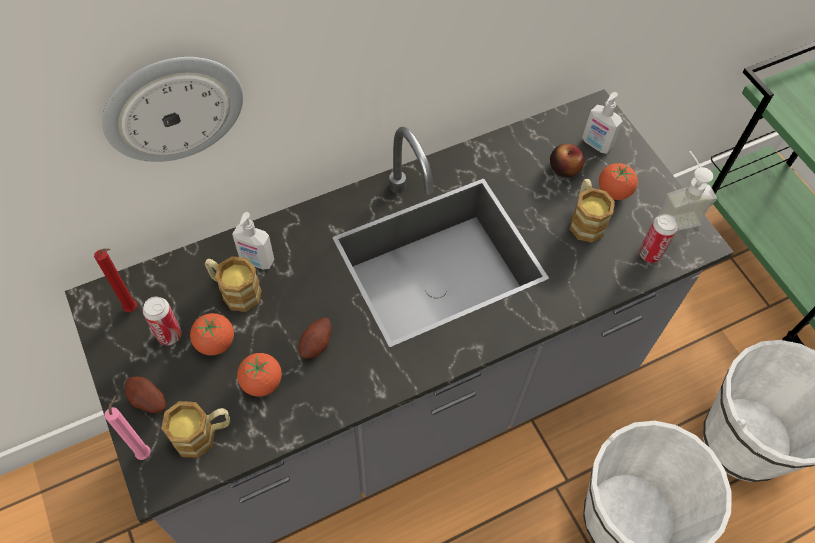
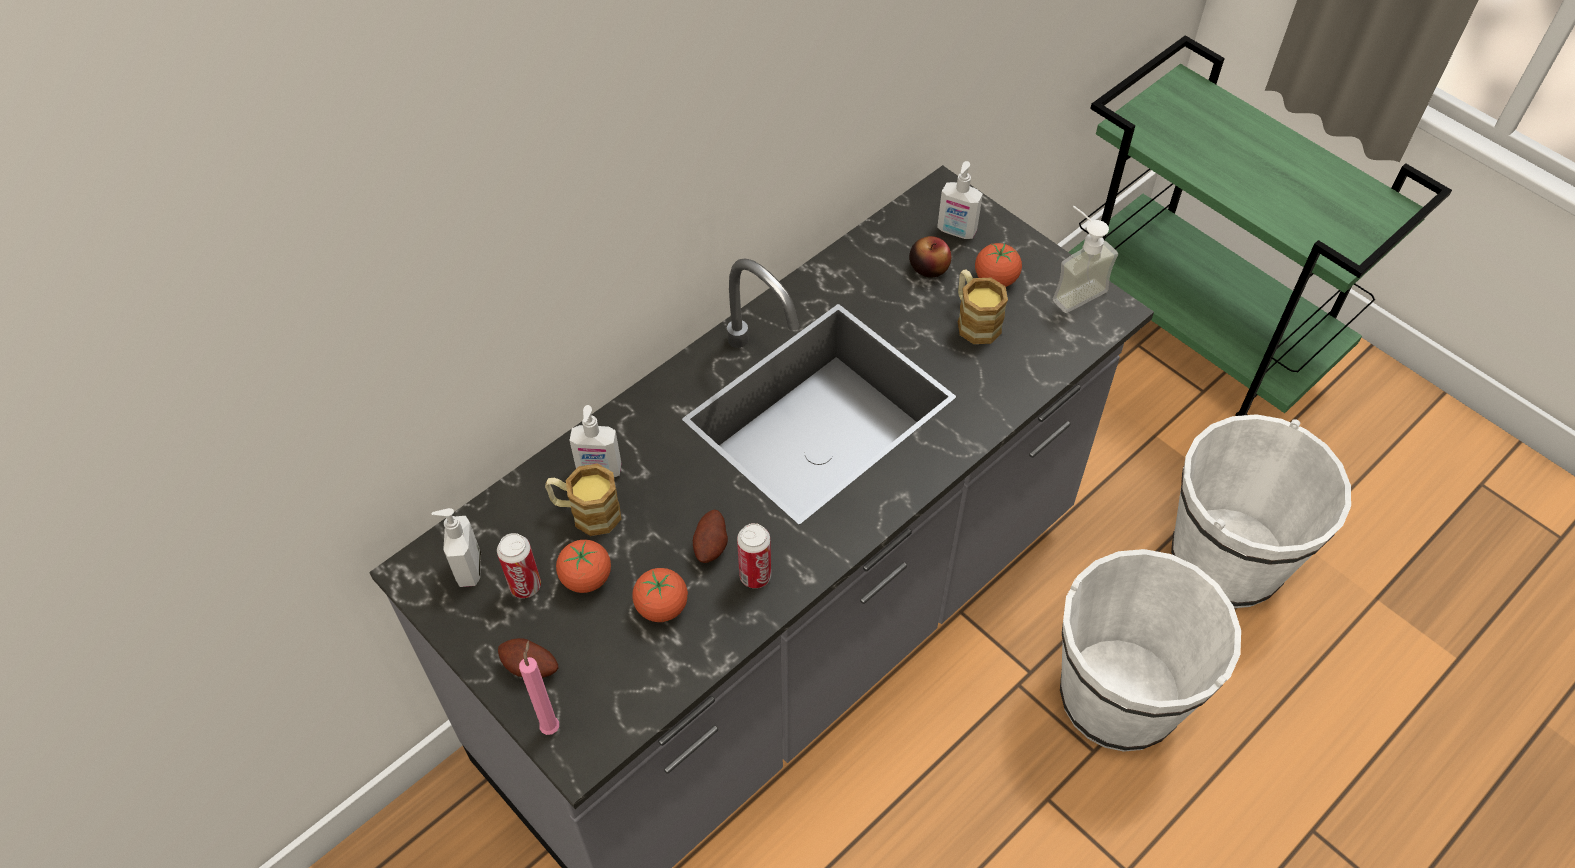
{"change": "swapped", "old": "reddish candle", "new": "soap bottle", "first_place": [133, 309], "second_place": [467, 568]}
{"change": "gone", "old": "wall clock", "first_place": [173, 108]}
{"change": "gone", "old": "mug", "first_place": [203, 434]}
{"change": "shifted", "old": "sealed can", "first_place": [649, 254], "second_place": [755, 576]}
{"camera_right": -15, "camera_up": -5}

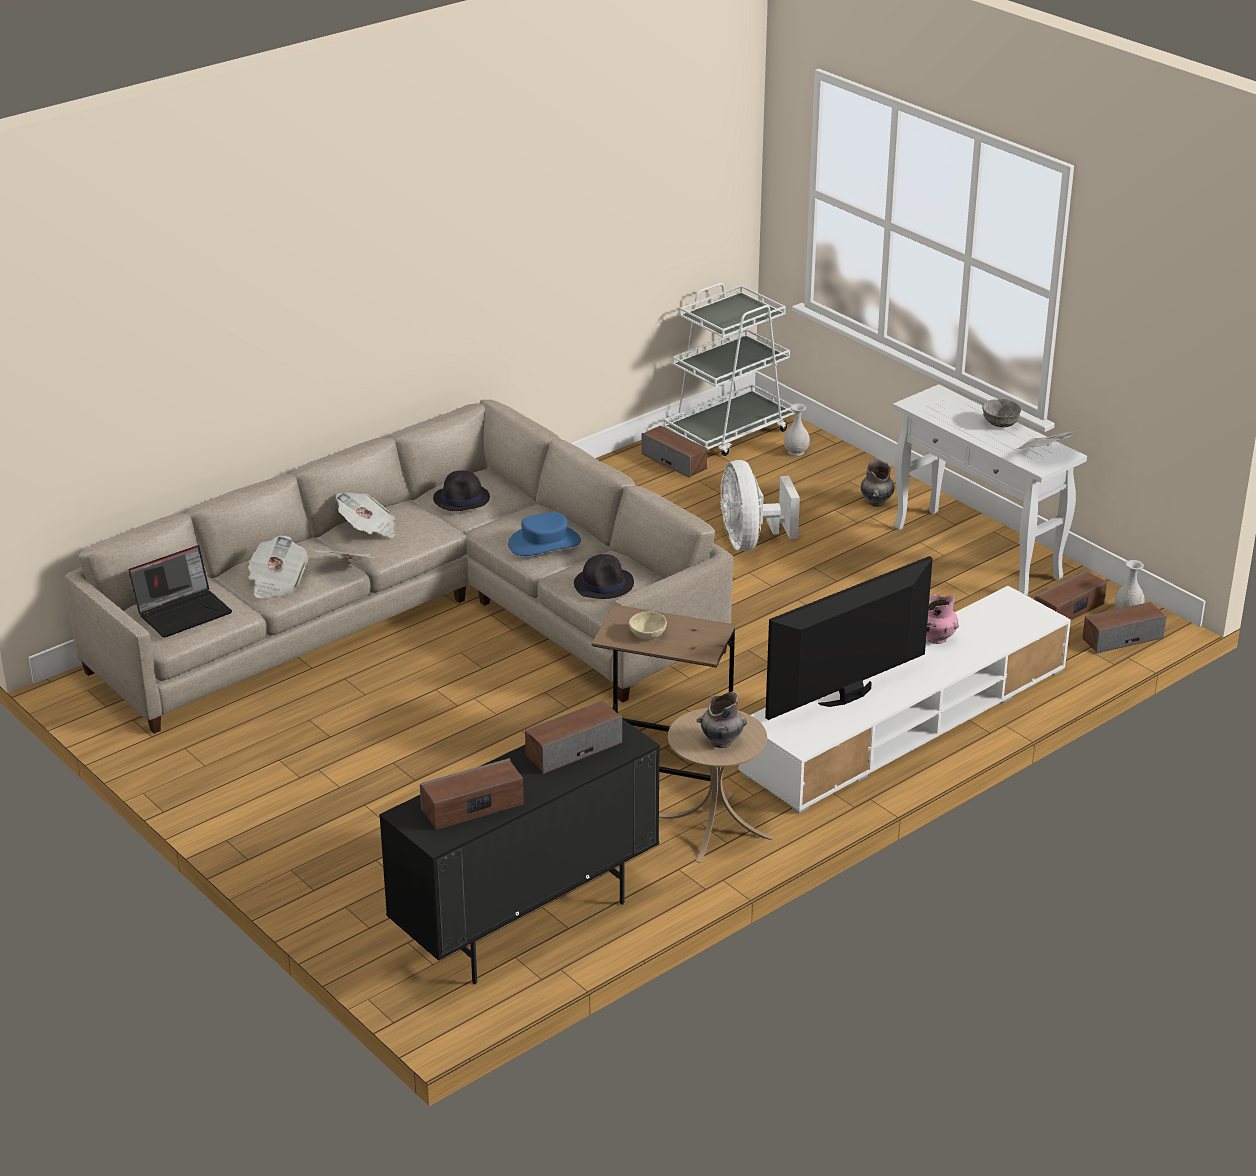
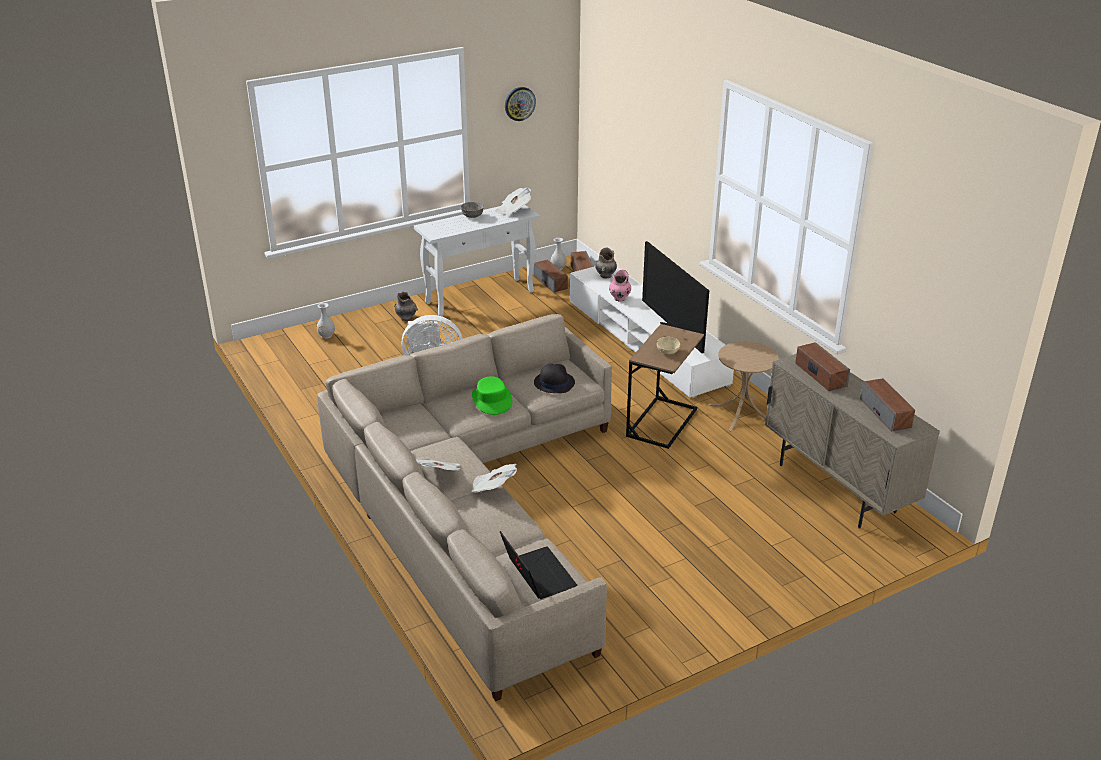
{"change": "gone", "old": "printed paper", "first_place": [277, 583]}
{"change": "repainted", "old": "blackish cupboard", "new": "sand-coloured cupboard", "first_place": [526, 924], "second_place": [836, 488]}
{"change": "gone", "old": "blackish clothing hat", "first_place": [462, 499]}
{"change": "repainted", "old": "blue clothing hat", "new": "green clothing hat", "first_place": [544, 543], "second_place": [491, 400]}
{"change": "gone", "old": "loudspeaker", "first_place": [674, 461]}
{"change": "gone", "old": "white-coloured wheeled cart", "first_place": [729, 432]}
{"change": "shifted", "old": "greyish vase", "first_place": [721, 741], "second_place": [605, 276]}
{"change": "new", "new": "wall clock", "second_place": [519, 103]}
{"camera_right": -80, "camera_up": 0}

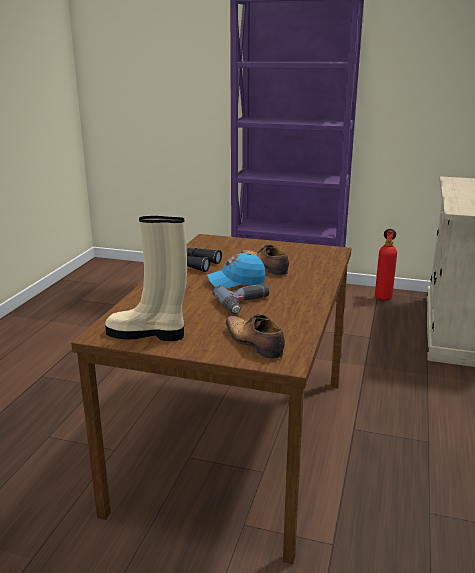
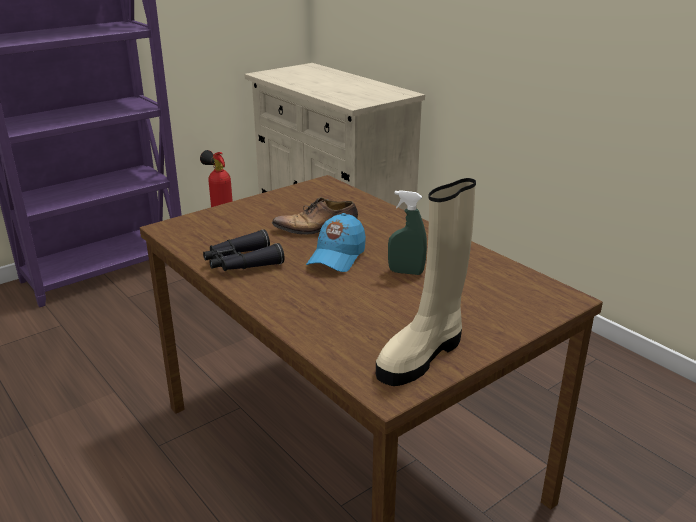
{"change": "swapped", "old": "electric drill", "new": "green sprayer", "first_place": [246, 304], "second_place": [406, 272]}
{"change": "gone", "old": "item of footwear", "first_place": [253, 343]}
{"camera_right": -55, "camera_up": 5}

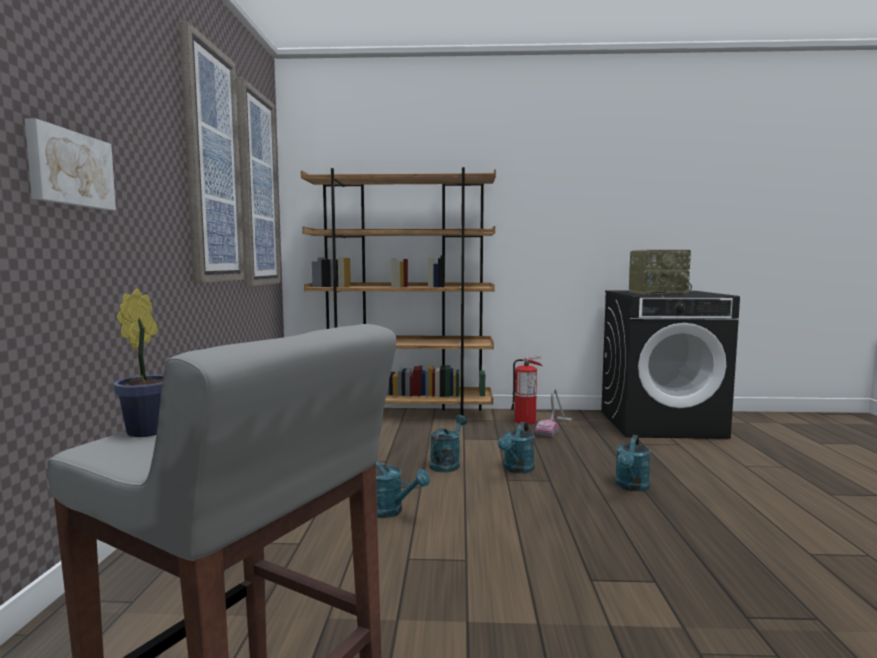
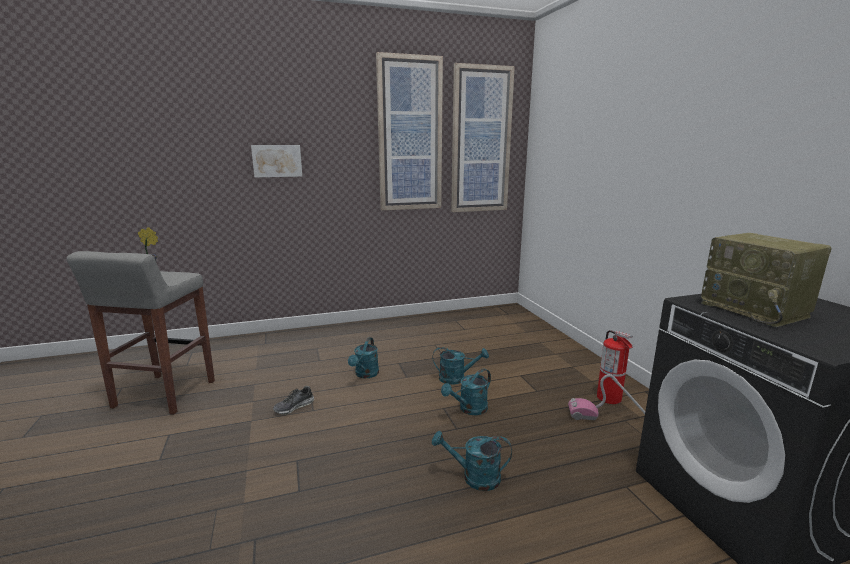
{"change": "gone", "old": "brownish bookshelf", "first_place": [402, 415]}
{"change": "rotated", "old": "turquoise sprinkling can", "first_place": [517, 469], "second_place": [469, 409], "degrees": -45}
{"change": "new", "new": "item of footwear", "second_place": [294, 407]}
{"camera_right": 70, "camera_up": 10}

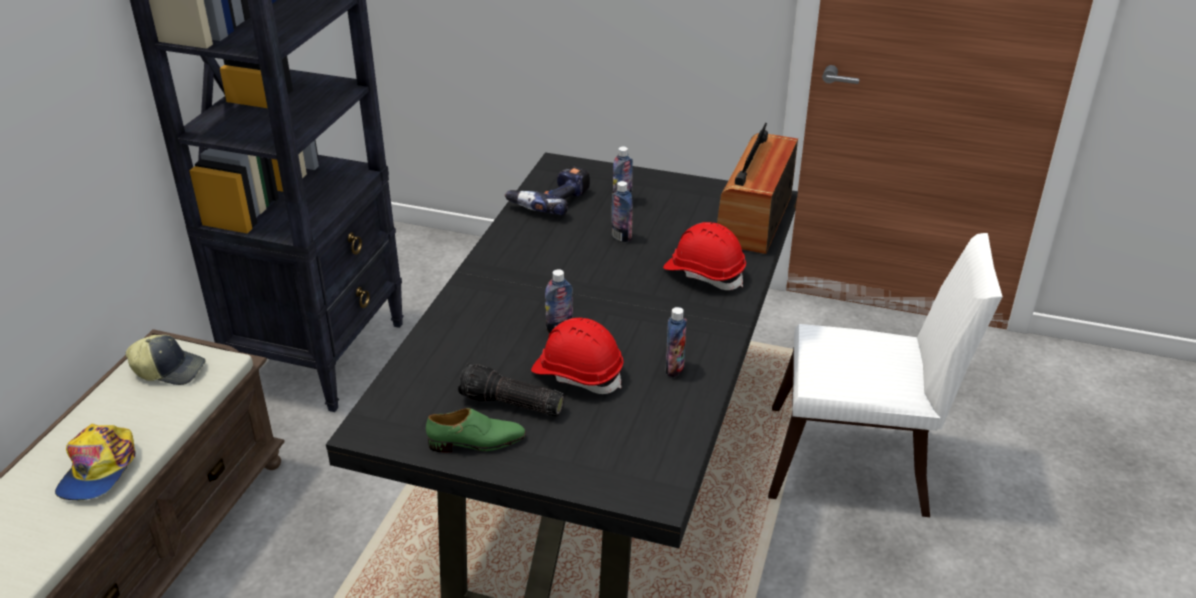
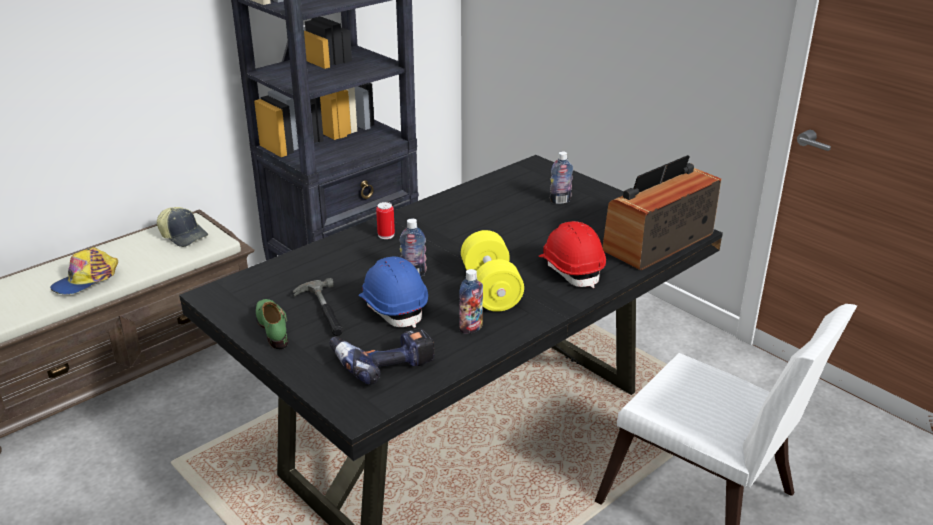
{"change": "rotated", "old": "green item of footwear", "first_place": [477, 442], "second_place": [273, 328], "degrees": -135}
{"change": "swapped", "old": "torch", "new": "tool hammer", "first_place": [510, 404], "second_place": [323, 311]}
{"change": "shifted", "old": "electric drill", "first_place": [550, 200], "second_place": [382, 361]}
{"change": "repainted", "old": "reddish hard hat", "new": "blue hard hat", "first_place": [577, 374], "second_place": [393, 307]}
{"change": "gone", "old": "beverage bottle", "first_place": [621, 237]}
{"change": "new", "new": "sealed can", "second_place": [386, 235]}
{"change": "new", "new": "yellow hand weight", "second_place": [491, 289]}
{"camera_right": 30, "camera_up": -5}

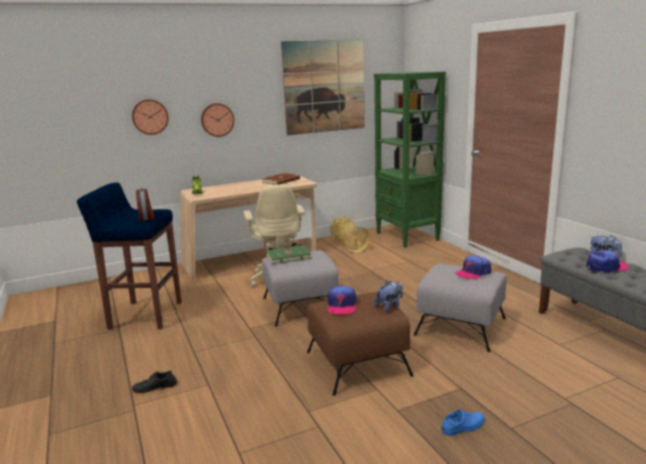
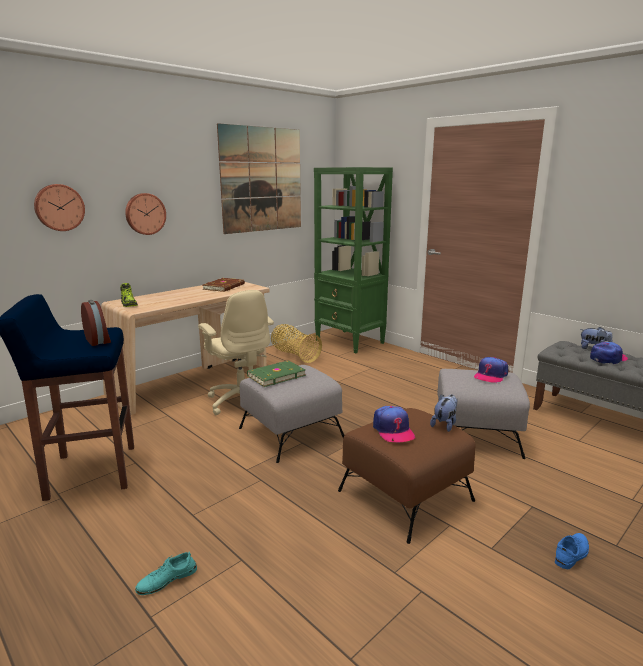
{"change": "repainted", "old": "blackish item of footwear", "new": "turquoise item of footwear", "first_place": [155, 387], "second_place": [167, 580]}
{"camera_right": -20, "camera_up": 0}

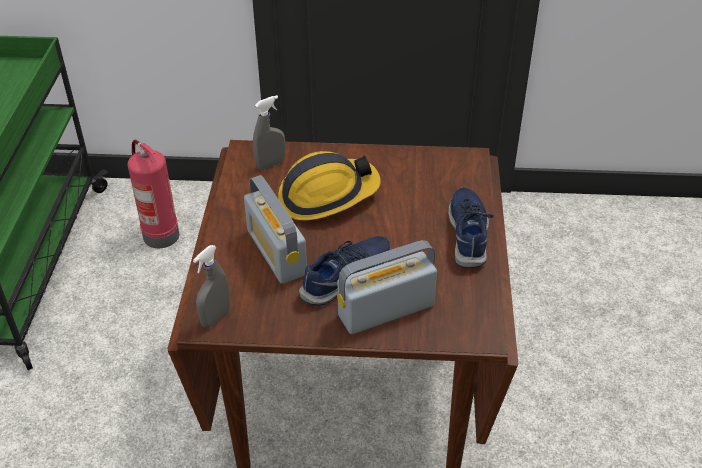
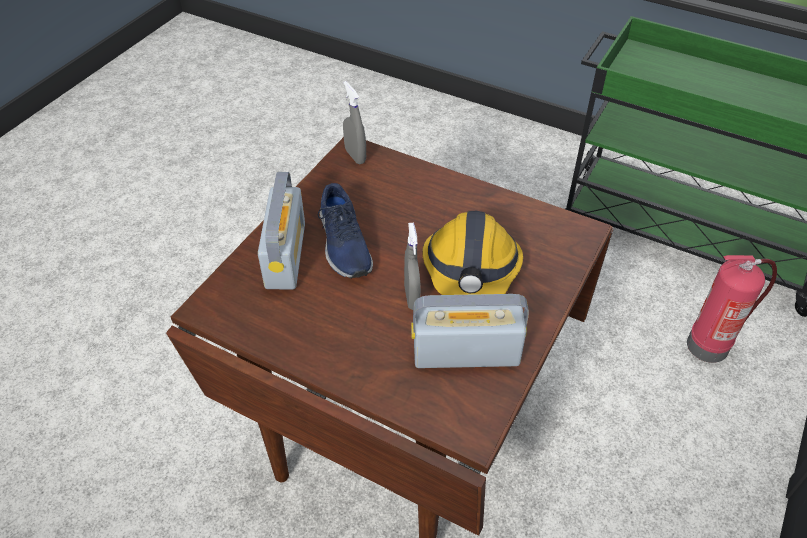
{"change": "shifted", "old": "radio", "first_place": [276, 253], "second_place": [466, 354]}
{"change": "shifted", "old": "greyish sprayer", "first_place": [270, 164], "second_place": [412, 297]}
{"change": "gone", "old": "blue item of footwear", "first_place": [469, 234]}
{"camera_right": 115, "camera_up": 5}

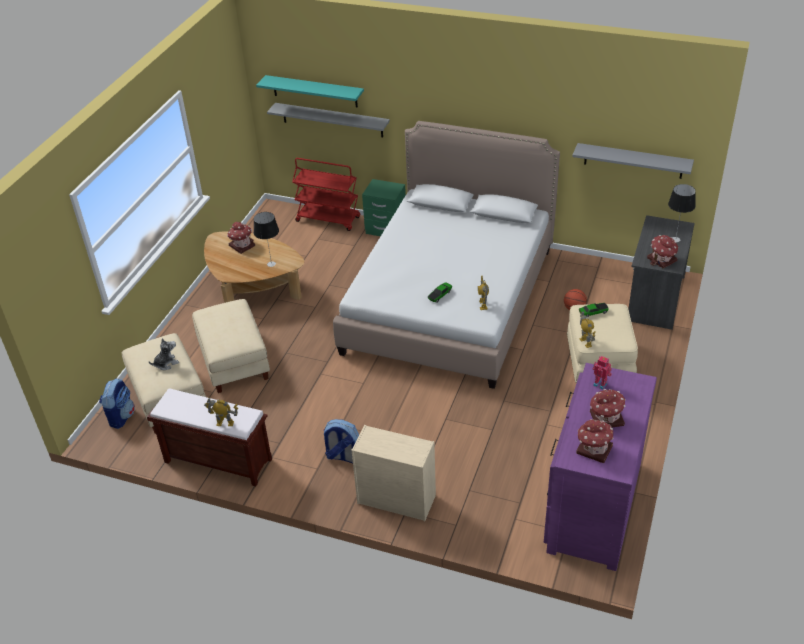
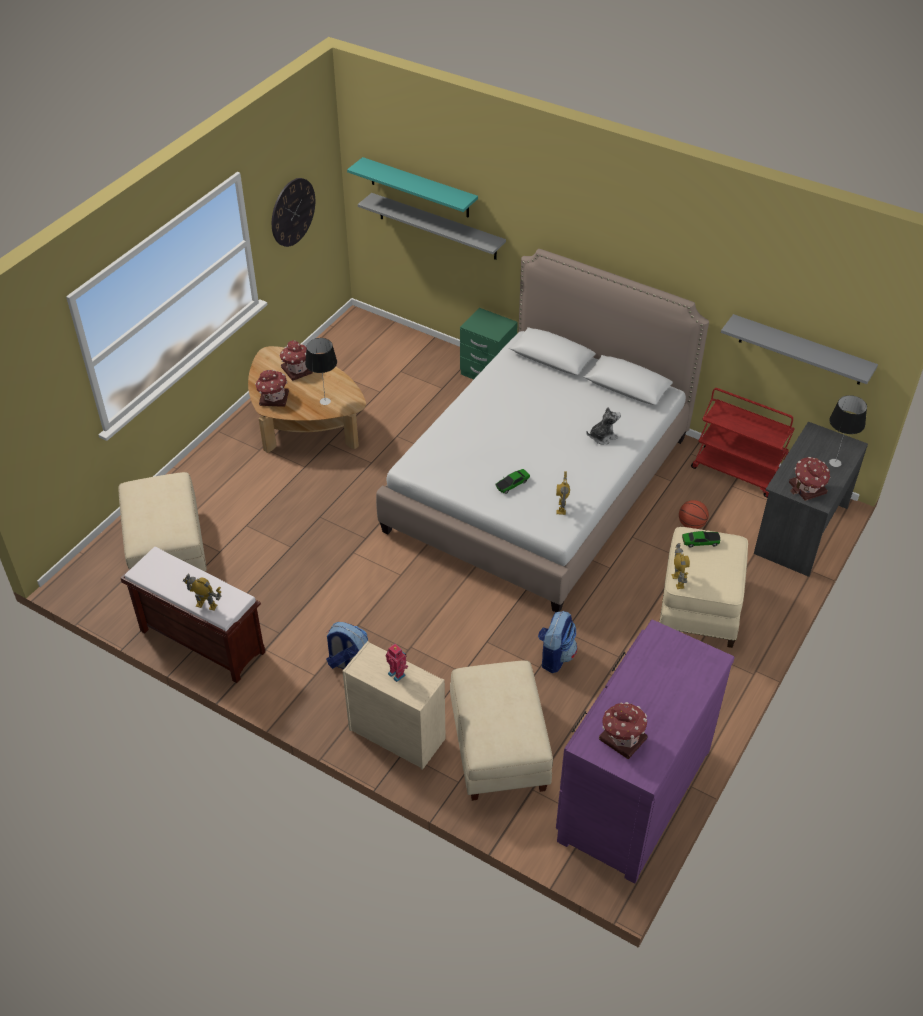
{"change": "shifted", "old": "rucksack", "first_place": [121, 416], "second_place": [555, 656]}
{"change": "shifted", "old": "cuddly toy", "first_place": [166, 363], "second_place": [602, 436]}
{"change": "shifted", "old": "sand-coloured footrest", "first_place": [235, 361], "second_place": [500, 748]}
{"change": "shifted", "old": "reddish wheeled cart", "first_place": [328, 219], "second_place": [737, 472]}
{"change": "shifted", "old": "model house", "first_place": [605, 419], "second_place": [273, 398]}
{"change": "shifted", "old": "model robot", "first_place": [600, 384], "second_place": [397, 674]}
{"change": "new", "new": "wall clock", "second_place": [292, 212]}
{"camera_right": 10, "camera_up": 5}

